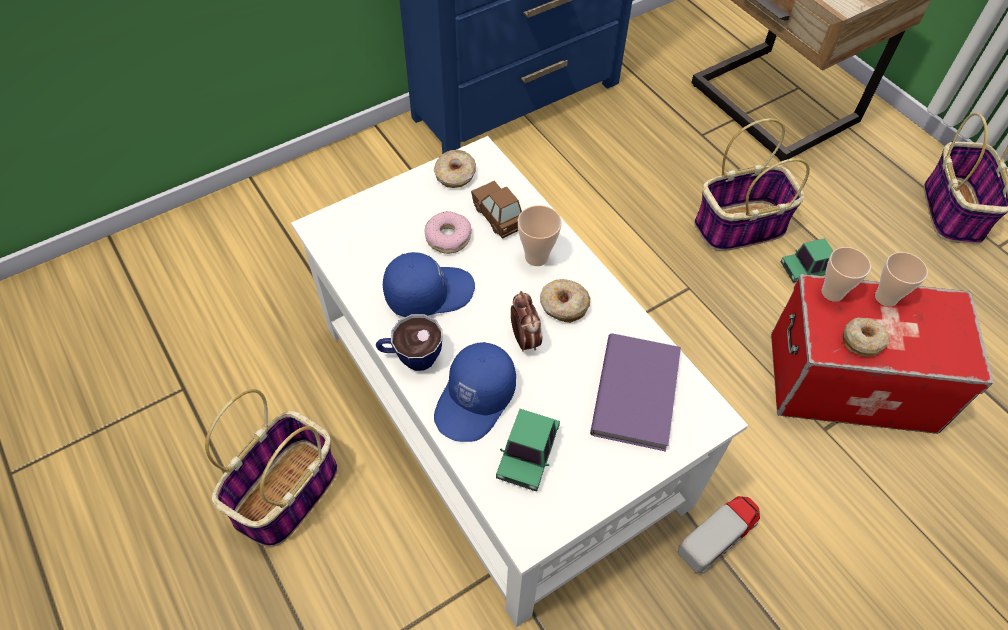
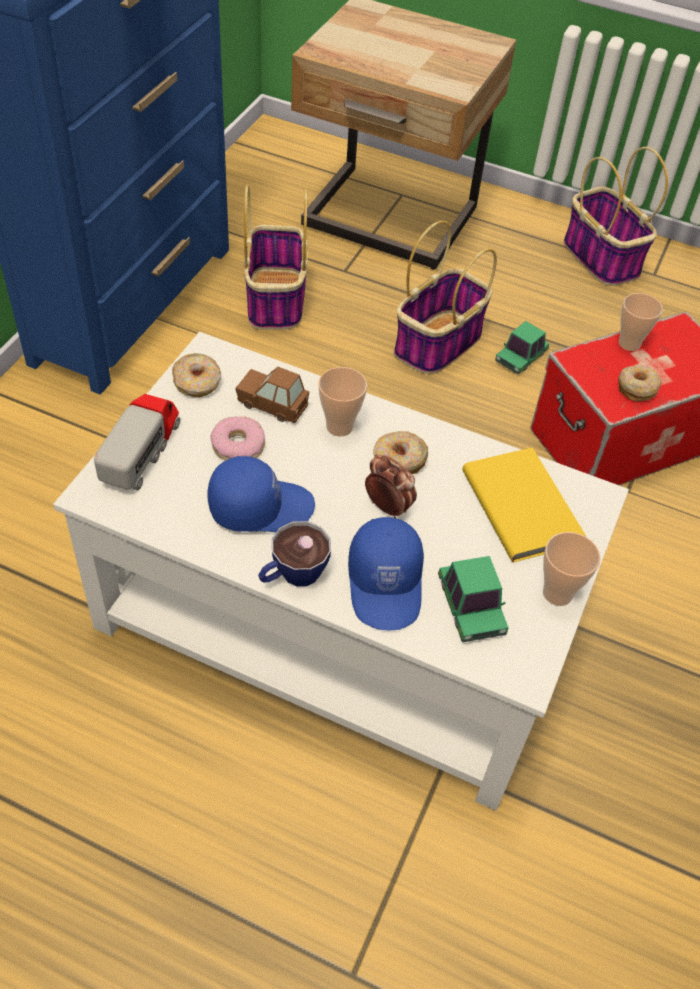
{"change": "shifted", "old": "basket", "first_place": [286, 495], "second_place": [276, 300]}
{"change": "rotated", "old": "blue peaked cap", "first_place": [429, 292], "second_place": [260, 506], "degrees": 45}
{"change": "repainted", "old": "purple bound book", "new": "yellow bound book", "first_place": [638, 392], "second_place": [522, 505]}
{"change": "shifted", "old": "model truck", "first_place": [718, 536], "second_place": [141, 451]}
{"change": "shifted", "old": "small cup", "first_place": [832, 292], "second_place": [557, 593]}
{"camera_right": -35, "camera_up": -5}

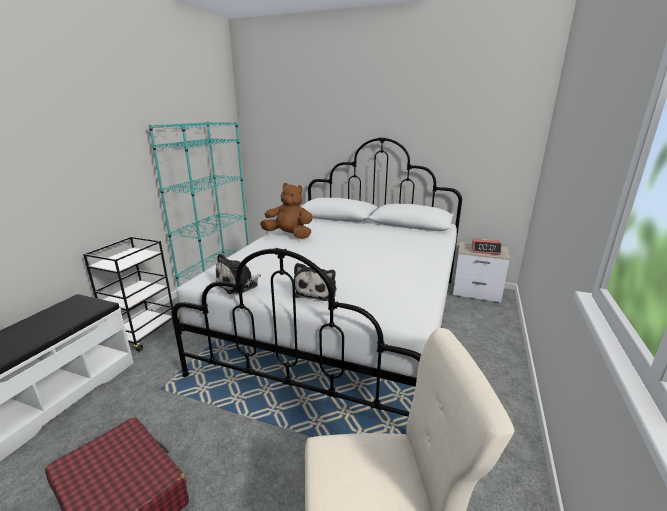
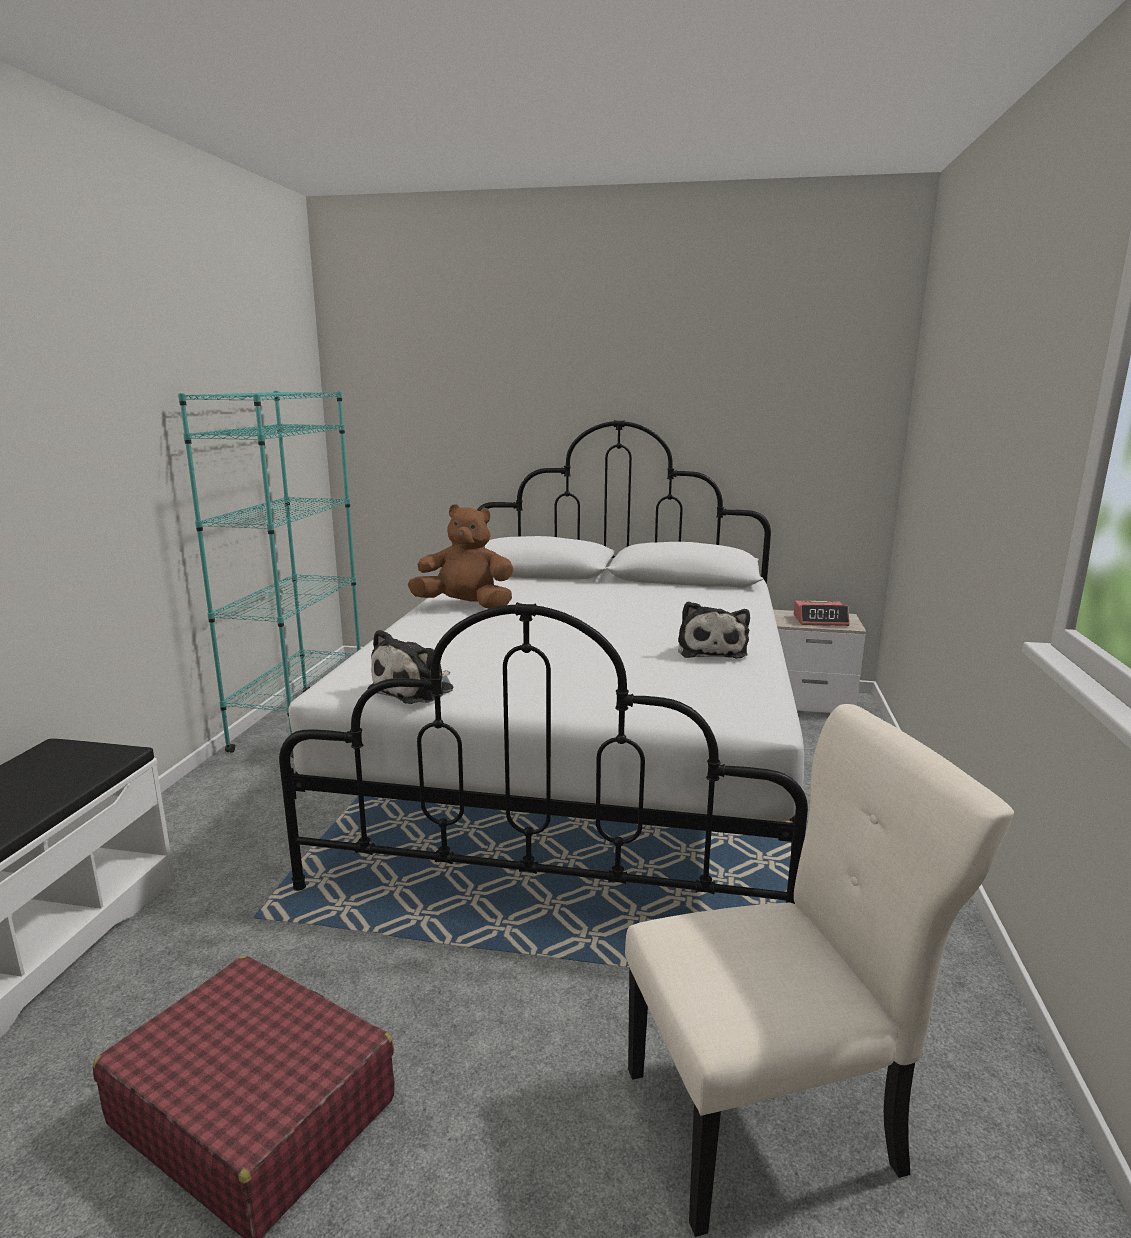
{"change": "gone", "old": "blackish wheeled cart", "first_place": [144, 334]}
{"change": "shifted", "old": "cuddly toy", "first_place": [317, 291], "second_place": [711, 650]}
{"camera_right": -10, "camera_up": -5}

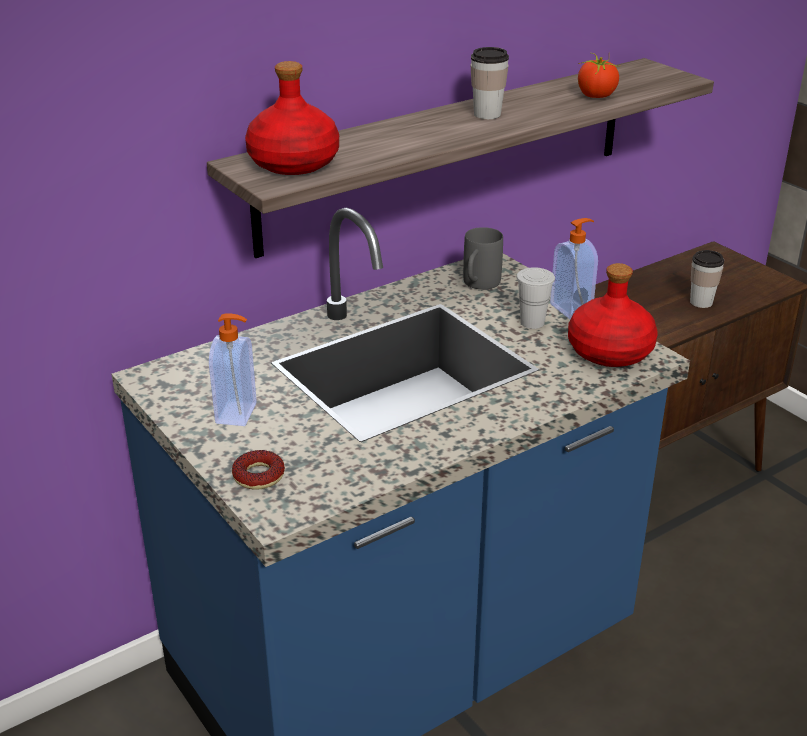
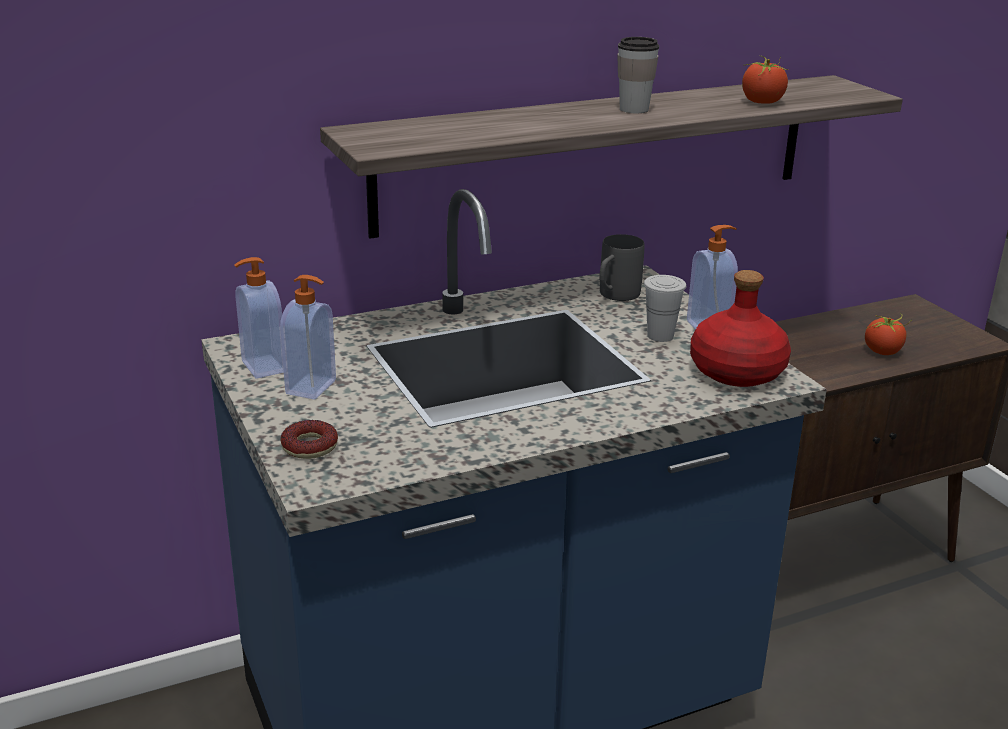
{"change": "gone", "old": "reddish beverage bottle", "first_place": [295, 163]}
{"change": "swapped", "old": "small cup", "new": "whole tomato", "first_place": [701, 302], "second_place": [882, 351]}
{"change": "new", "new": "soap bottle", "second_place": [262, 367]}
{"camera_right": 10, "camera_up": -5}

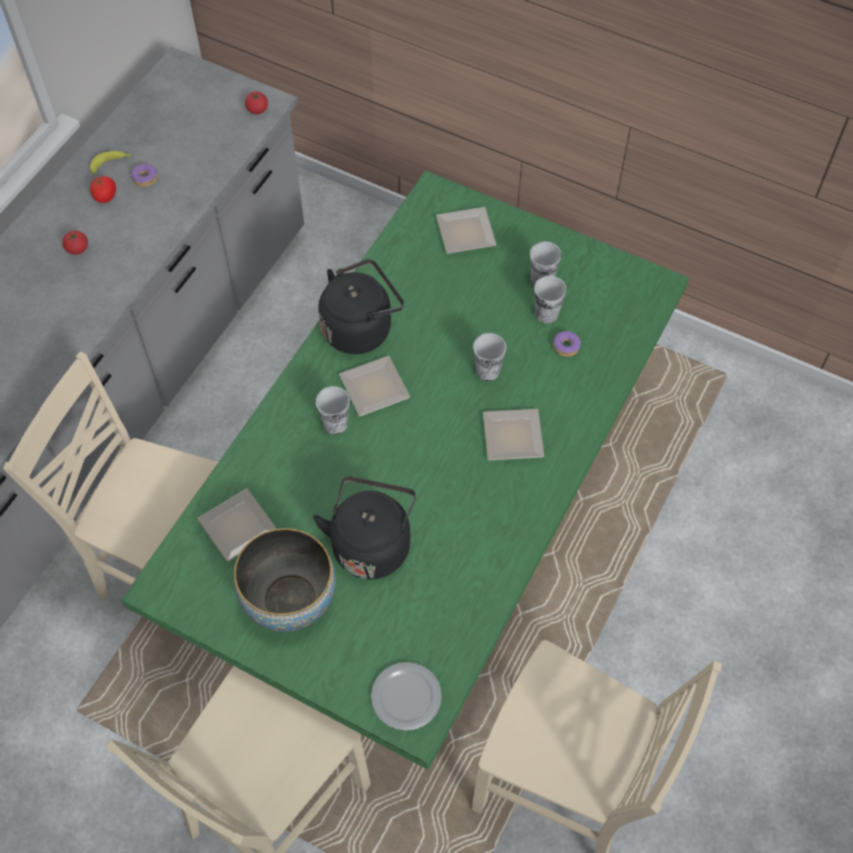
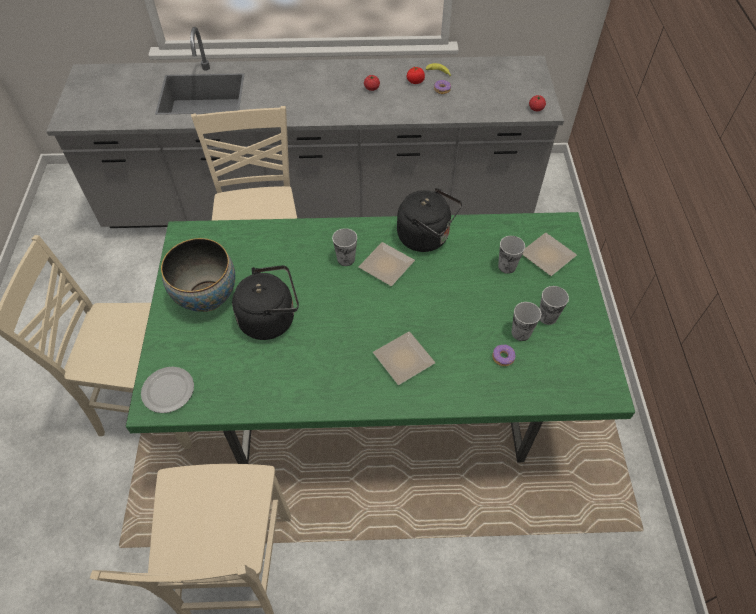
{"change": "gone", "old": "plate", "first_place": [238, 524]}
{"change": "shifted", "old": "small cup", "first_place": [487, 371], "second_place": [507, 266]}
{"camera_right": 60, "camera_up": -5}

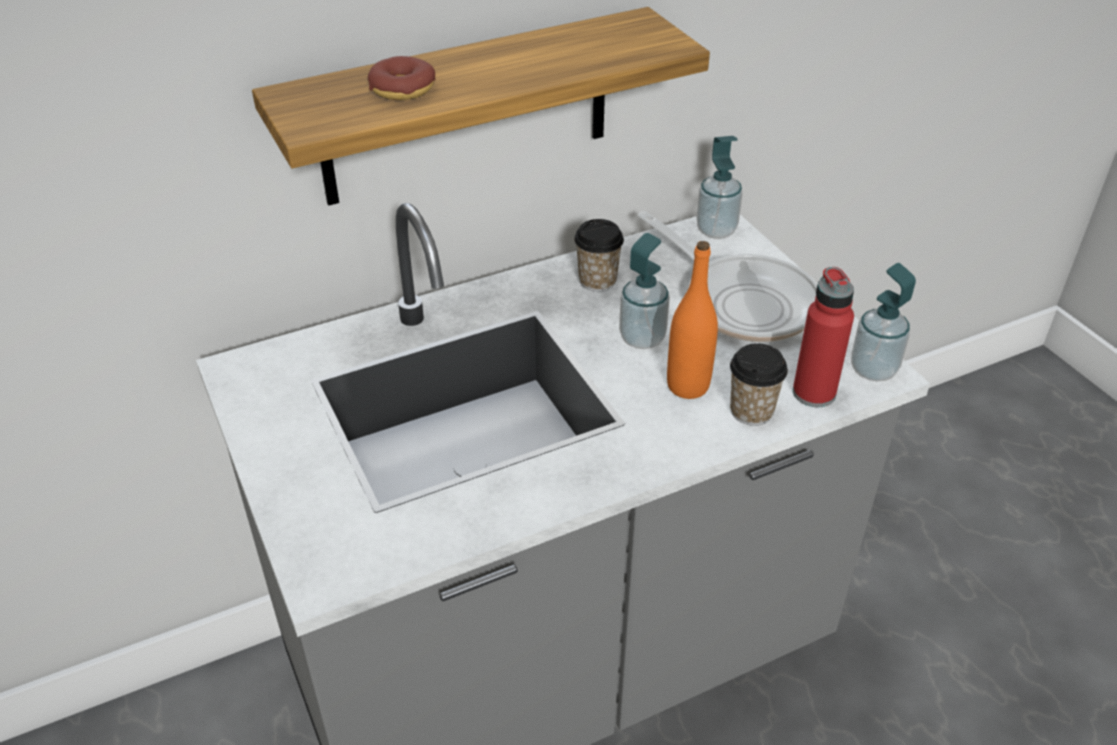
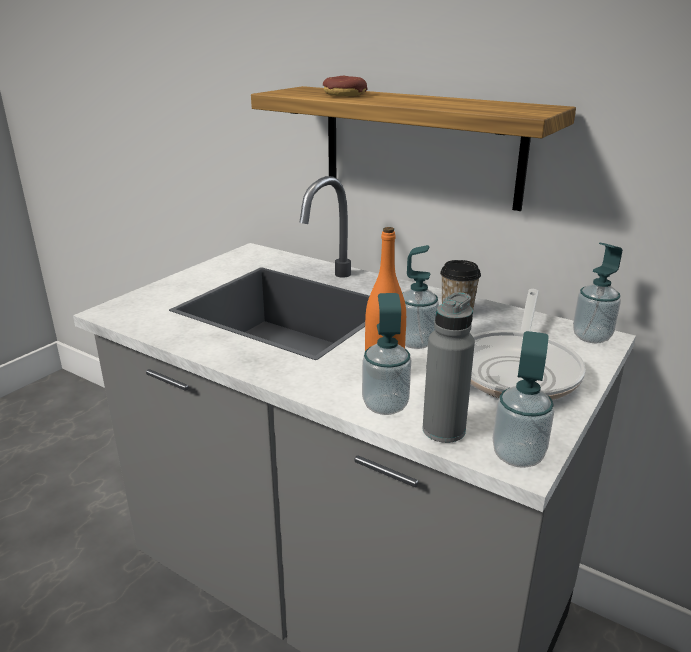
{"change": "swapped", "old": "small cup", "new": "soap bottle", "first_place": [751, 411], "second_place": [385, 405]}
{"change": "repainted", "old": "reddish beverage bottle", "new": "greyish beverage bottle", "first_place": [814, 393], "second_place": [443, 430]}
{"camera_right": 60, "camera_up": -15}

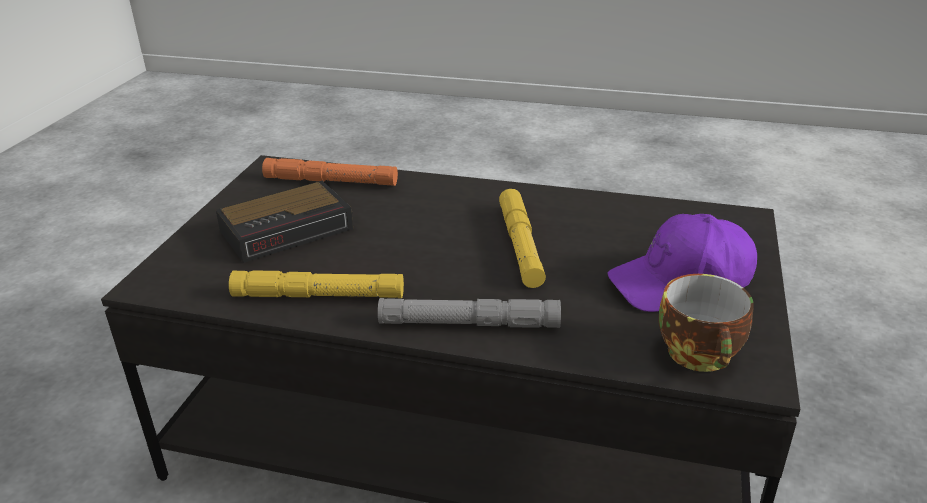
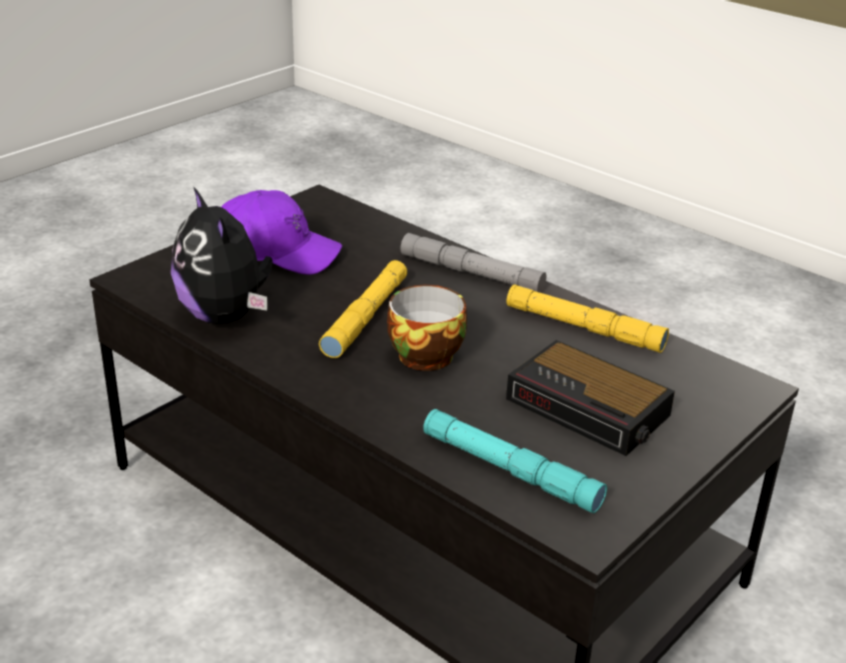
{"change": "rotated", "old": "bedside clock", "first_place": [289, 229], "second_place": [590, 408], "degrees": -135}
{"change": "repainted", "old": "orange torch", "new": "turquoise torch", "first_place": [331, 181], "second_place": [510, 470]}
{"change": "shifted", "old": "small cup", "first_place": [702, 355], "second_place": [425, 353]}
{"change": "new", "new": "cuddly toy", "second_place": [225, 316]}
{"camera_right": -155, "camera_up": 0}

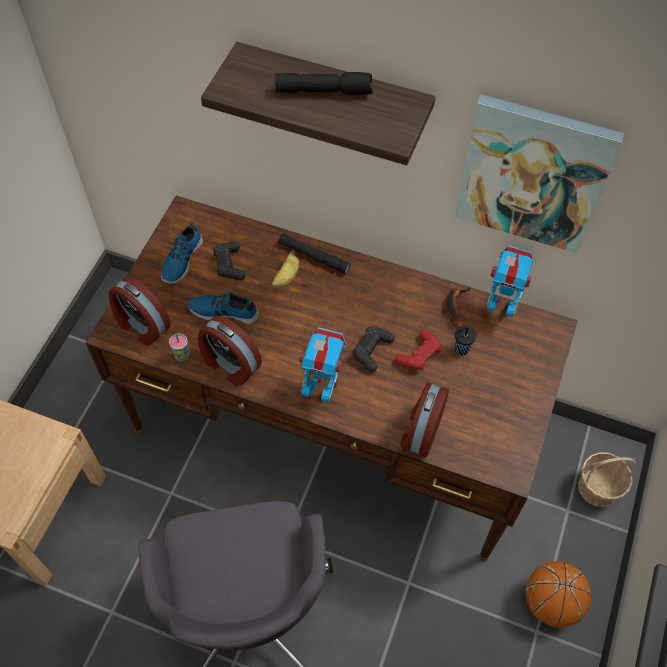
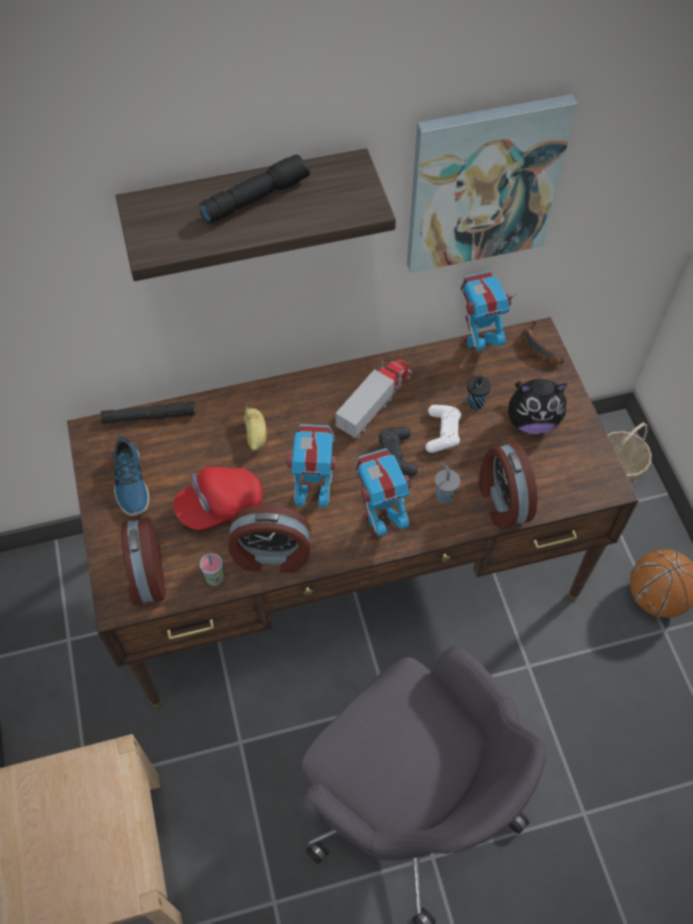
{"change": "rotated", "old": "bedside clock", "first_place": [141, 325], "second_place": [145, 575], "degrees": 75}
{"change": "swapped", "old": "item of footwear", "new": "reddish peaked cap", "first_place": [224, 310], "second_place": [220, 506]}
{"change": "gone", "old": "blackish game controller", "first_place": [229, 265]}
{"change": "shifted", "old": "blackish torch", "first_place": [314, 256], "second_place": [149, 416]}
{"change": "repainted", "old": "reddish game controller", "new": "white-coloured game controller", "first_place": [419, 355], "second_place": [442, 432]}
{"change": "shifted", "old": "banana", "first_place": [454, 308], "second_place": [536, 348]}
{"change": "new", "new": "model robot", "second_place": [314, 495]}
{"change": "new", "new": "model truck", "second_place": [375, 402]}
{"change": "new", "new": "greyish small cup", "second_place": [444, 495]}
{"change": "new", "new": "cuddly toy", "second_place": [532, 421]}
{"camera_right": -35, "camera_up": 0}

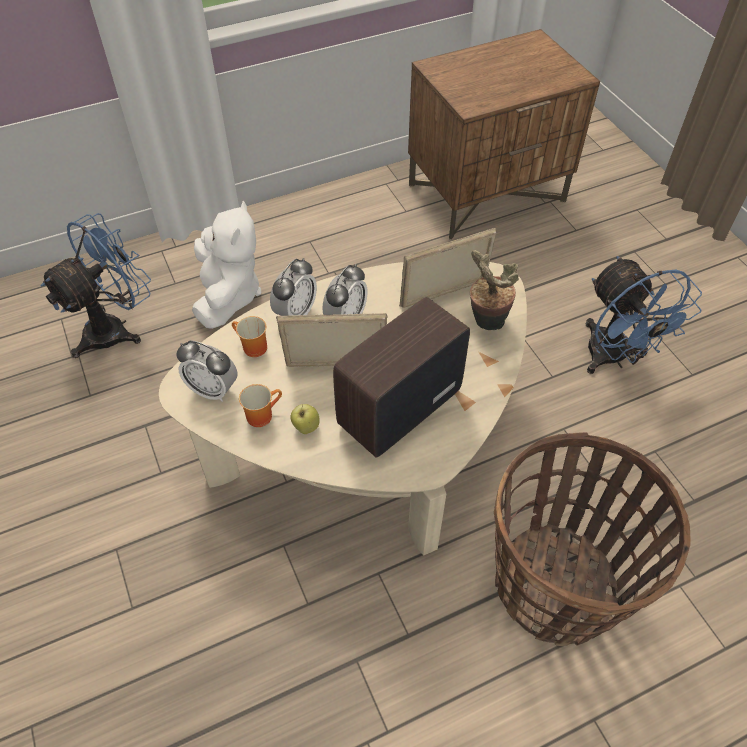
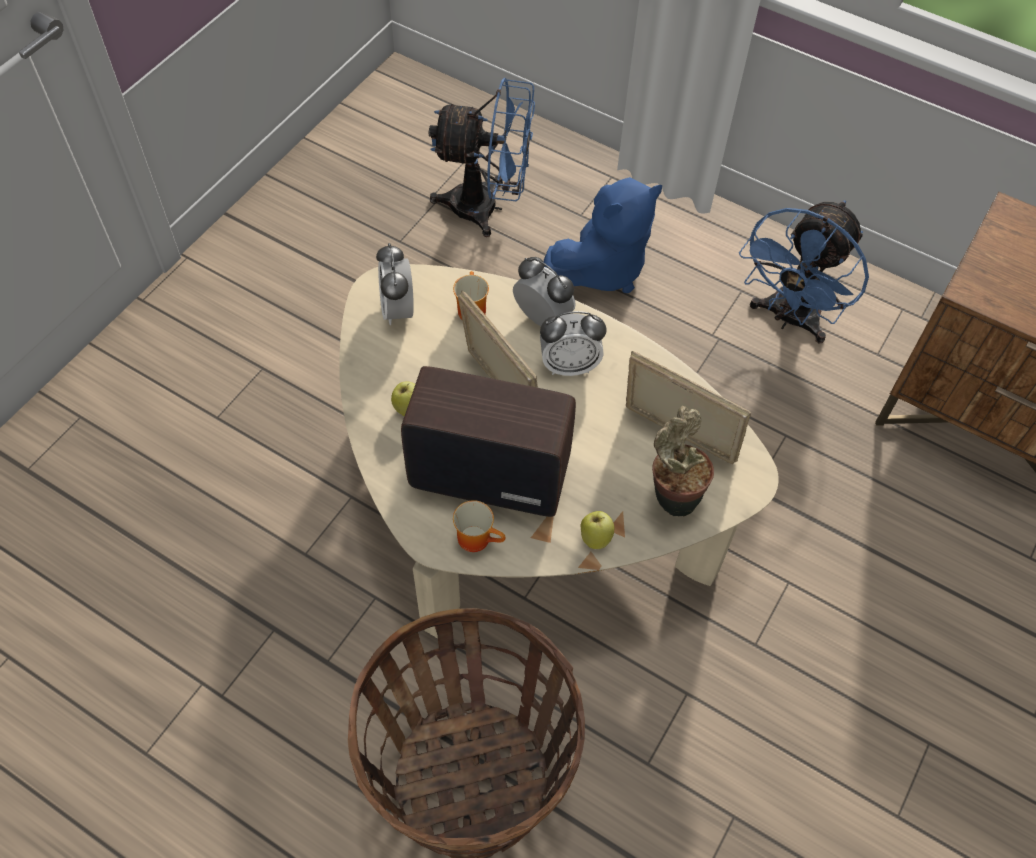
{"change": "repainted", "old": "white-coloured cuddly toy", "new": "blue cuddly toy", "first_place": [228, 296], "second_place": [602, 268]}
{"change": "shifted", "old": "mug", "first_place": [261, 414], "second_place": [478, 537]}
{"change": "rotated", "old": "bedside clock", "first_place": [295, 313], "second_place": [542, 318], "degrees": -135}
{"change": "shifted", "old": "blue fan", "first_place": [614, 358], "second_place": [789, 319]}
{"change": "new", "new": "apple fruit", "second_place": [595, 538]}
{"camera_right": 55, "camera_up": 5}

